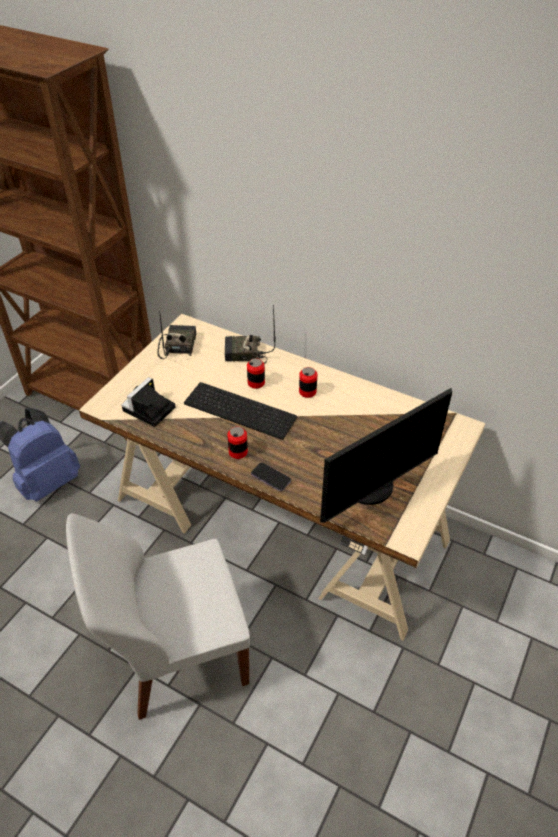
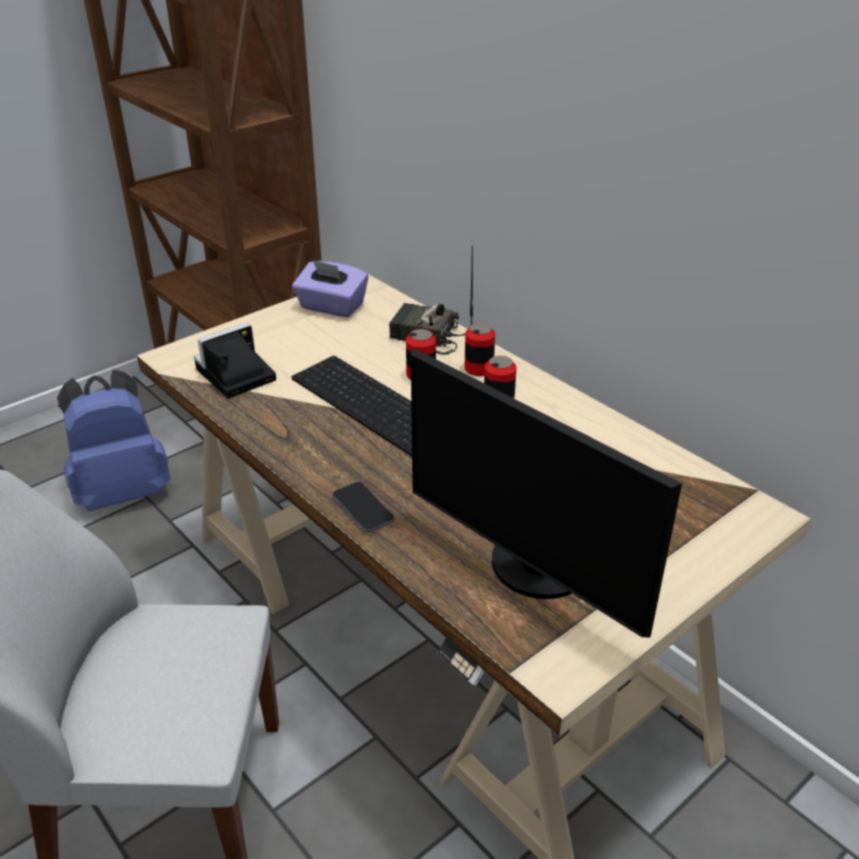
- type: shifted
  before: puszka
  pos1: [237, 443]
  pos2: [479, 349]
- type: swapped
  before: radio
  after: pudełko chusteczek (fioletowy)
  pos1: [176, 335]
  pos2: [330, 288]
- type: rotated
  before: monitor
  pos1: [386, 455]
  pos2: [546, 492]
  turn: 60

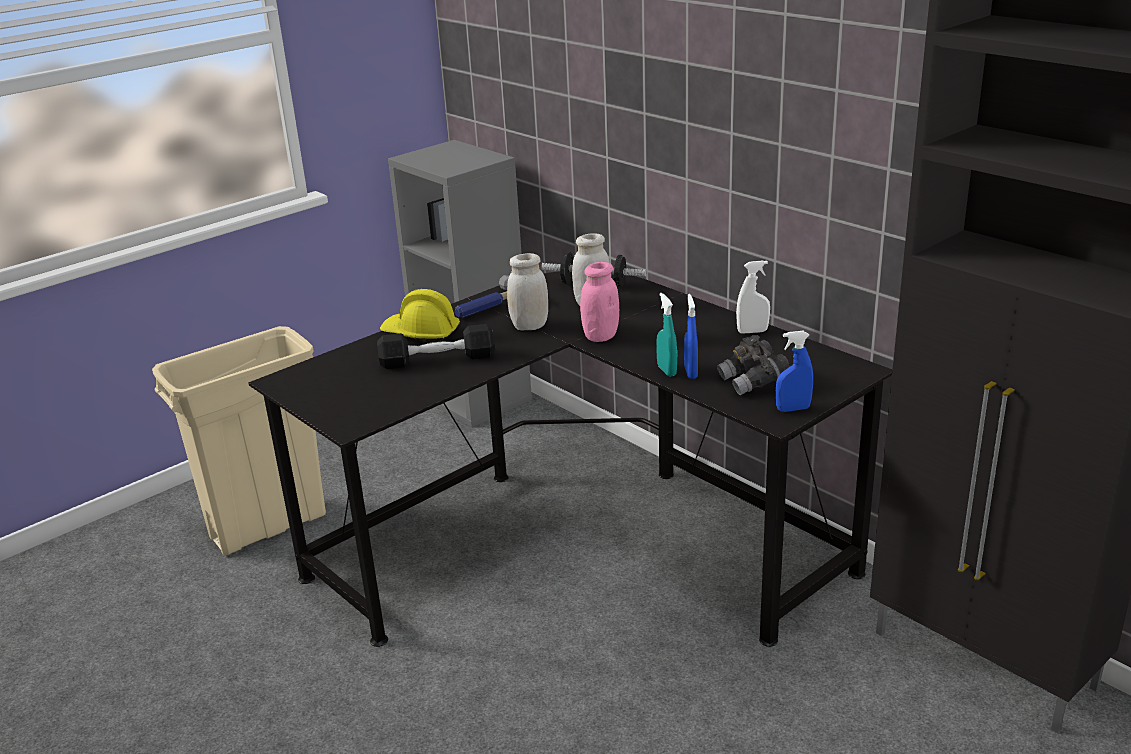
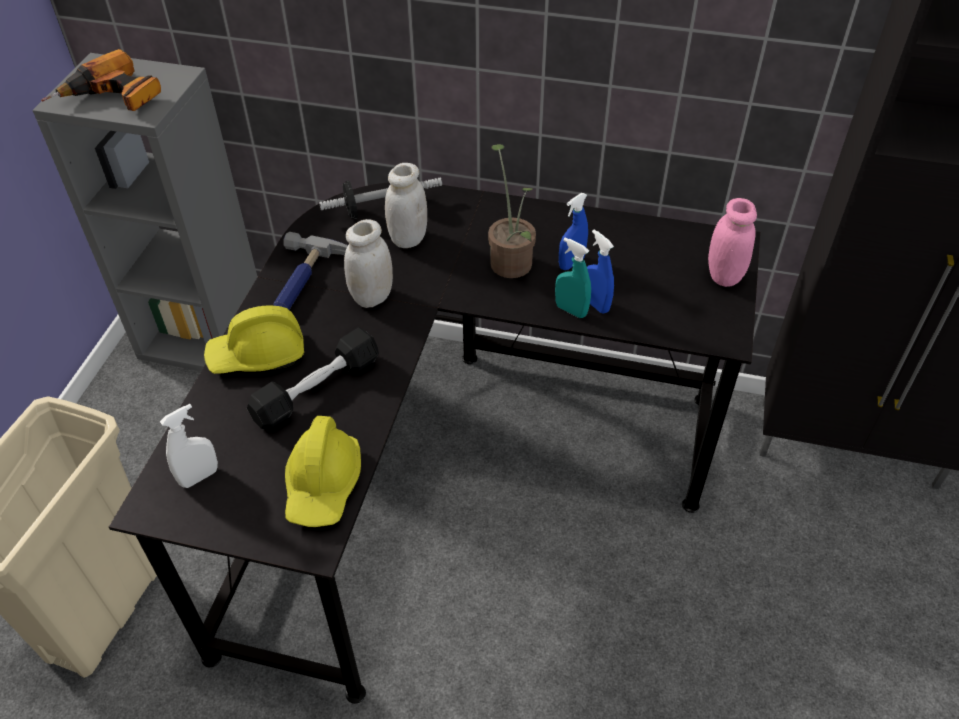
- type: gone
  before: lornetka (szary)
  pos1: [753, 365]
- type: new
  after: wiertarka
  pos2: [101, 80]
- type: new
  after: kask (żółty)
  pos2: [323, 471]
- type: new
  after: roślina doniczkowa
  pos2: [512, 211]
- type: shifted
  before: słoik (różowy)
  pos1: [599, 302]
  pos2: [732, 242]
- type: shifted
  before: spryskiwacz (biały)
  pos1: [753, 297]
  pos2: [189, 446]
- type: shifted
  before: spryskiwacz (niebieski)
  pos1: [794, 371]
  pos2: [573, 231]

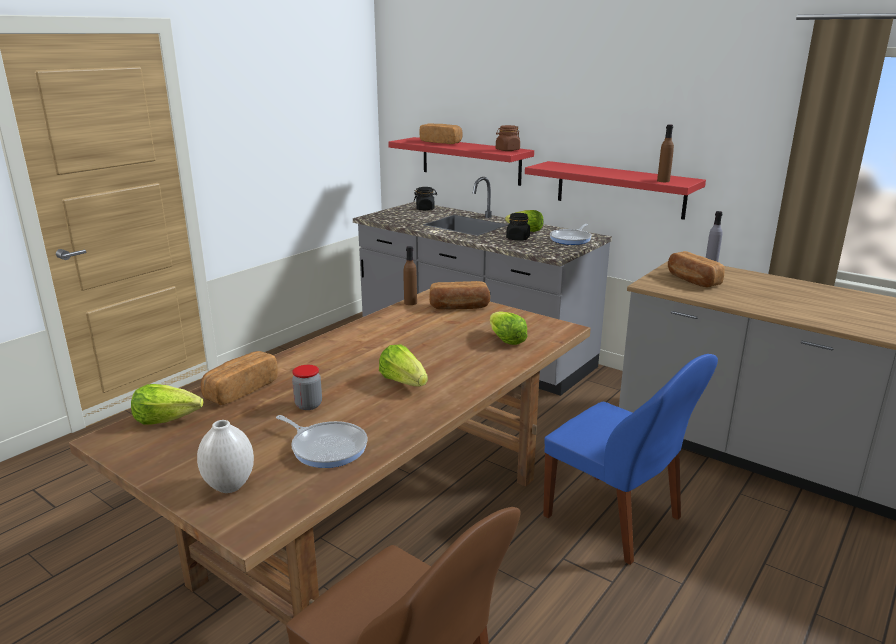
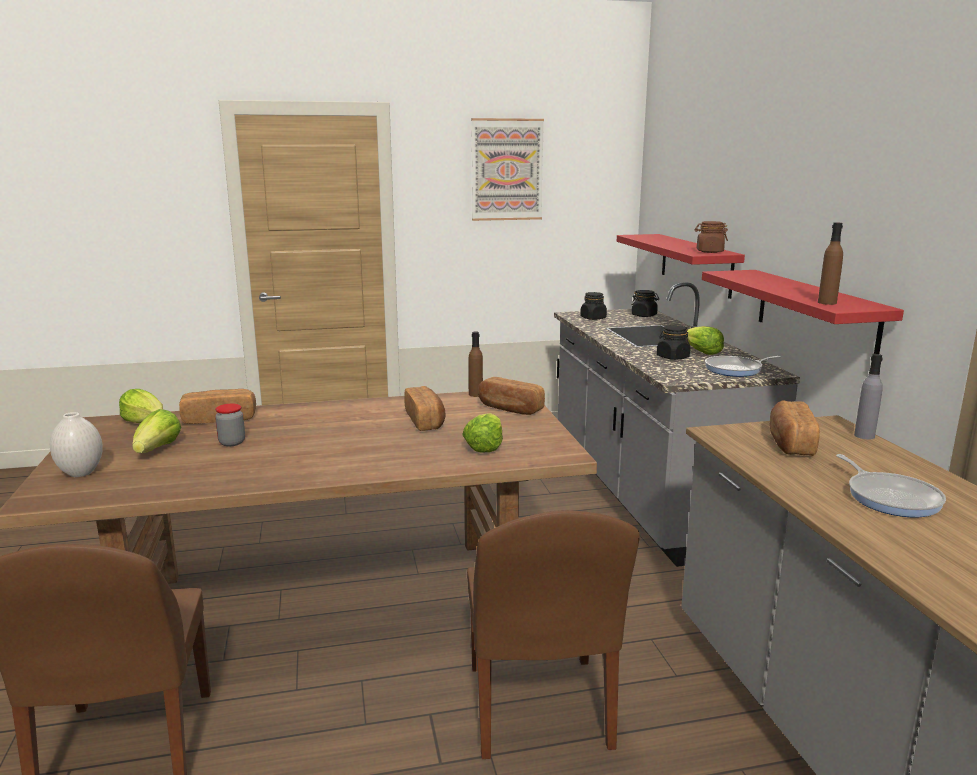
- type: new
  after: obraz
  pos2: [507, 169]
- type: new
  after: słoik (czarny)
  pos2: [593, 306]
- type: shifted
  before: patelnia
  pos1: [321, 441]
  pos2: [891, 486]
- type: shifted
  before: sałata
  pos1: [403, 365]
  pos2: [156, 431]
- type: shifted
  before: chleb
  pos1: [441, 133]
  pos2: [425, 408]
- type: repainted
  before: krzesło (niebieski)
  after: krzesło (brązowy)
  pos1: [630, 459]
  pos2: [553, 634]

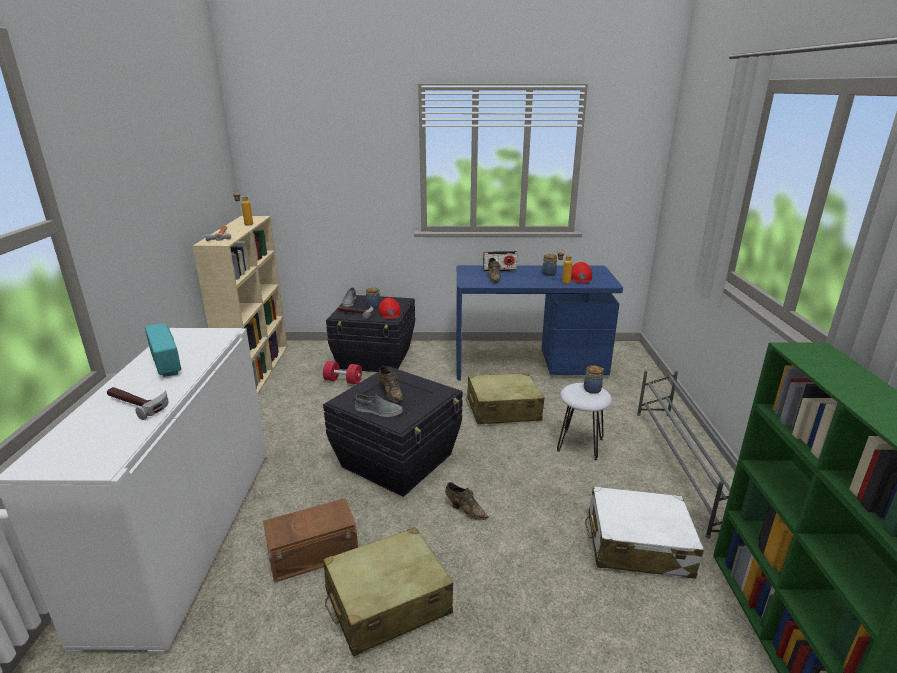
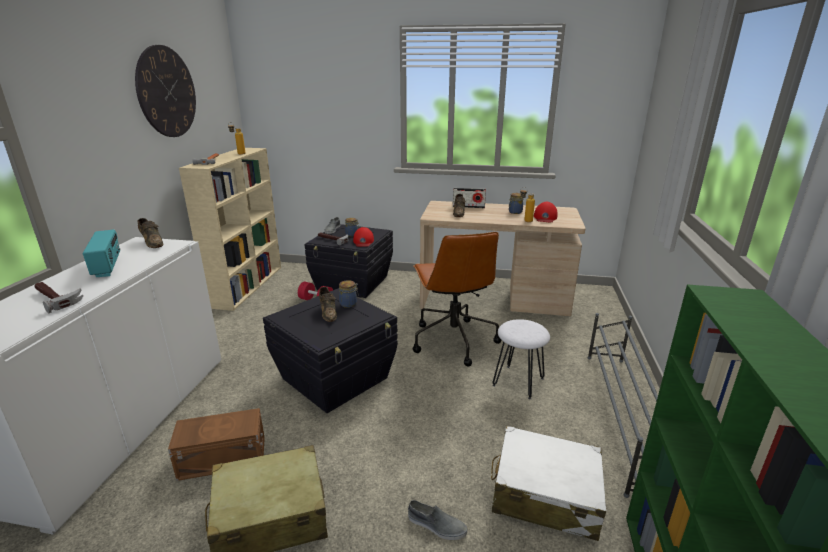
- type: new
  after: zegar ścienny
  pos2: [165, 91]
- type: shifted
  before: but (szary)
  pos1: [379, 405]
  pos2: [437, 520]
- type: shifted
  before: but (brązowy)
  pos1: [467, 501]
  pos2: [150, 233]
- type: shifted
  before: słoik
  pos1: [594, 379]
  pos2: [349, 294]
- type: swapped
  before: walizka (beżowy)
  after: krzesło biurowe (brązowy)
  pos1: [504, 399]
  pos2: [457, 299]
- type: repainted
  before: biurko (niebieski)
  after: biurko (beżowy)
  pos1: [539, 322]
  pos2: [503, 258]

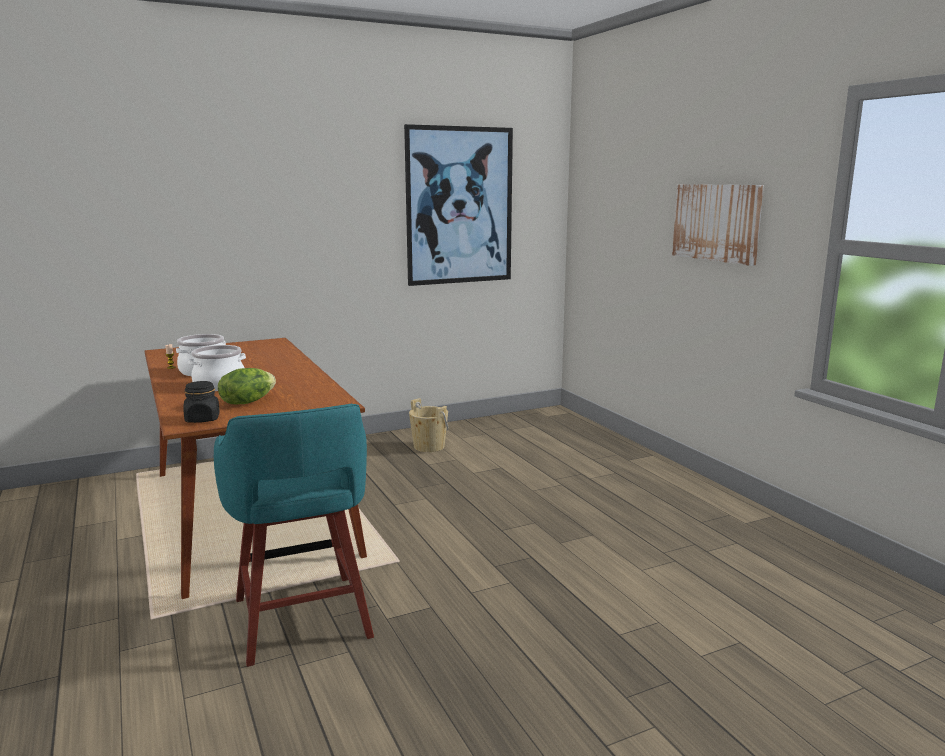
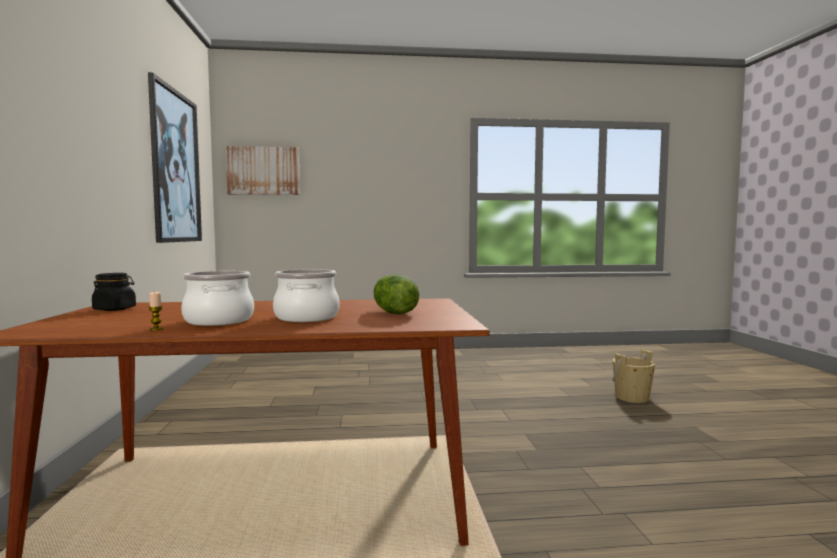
- type: gone
  before: stołek (turkusowy)
  pos1: [294, 535]
- type: shifted
  before: słoik (czarny)
  pos1: [201, 402]
  pos2: [114, 292]
- type: shifted
  before: wiadro (beżowy)
  pos1: [429, 425]
  pos2: [633, 376]
- type: shifted
  before: obraz
  pos1: [718, 225]
  pos2: [263, 170]

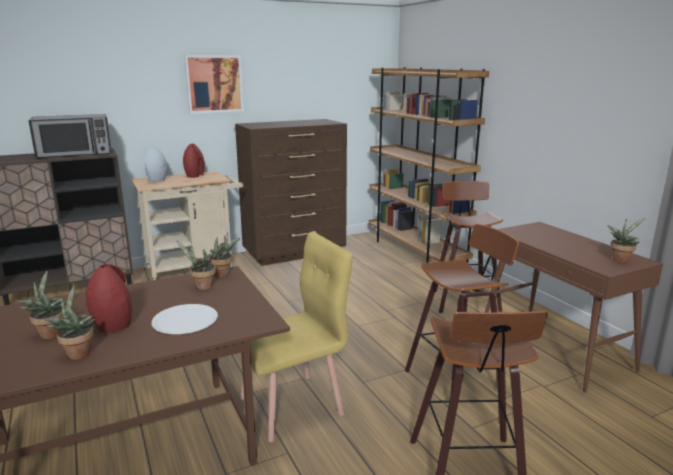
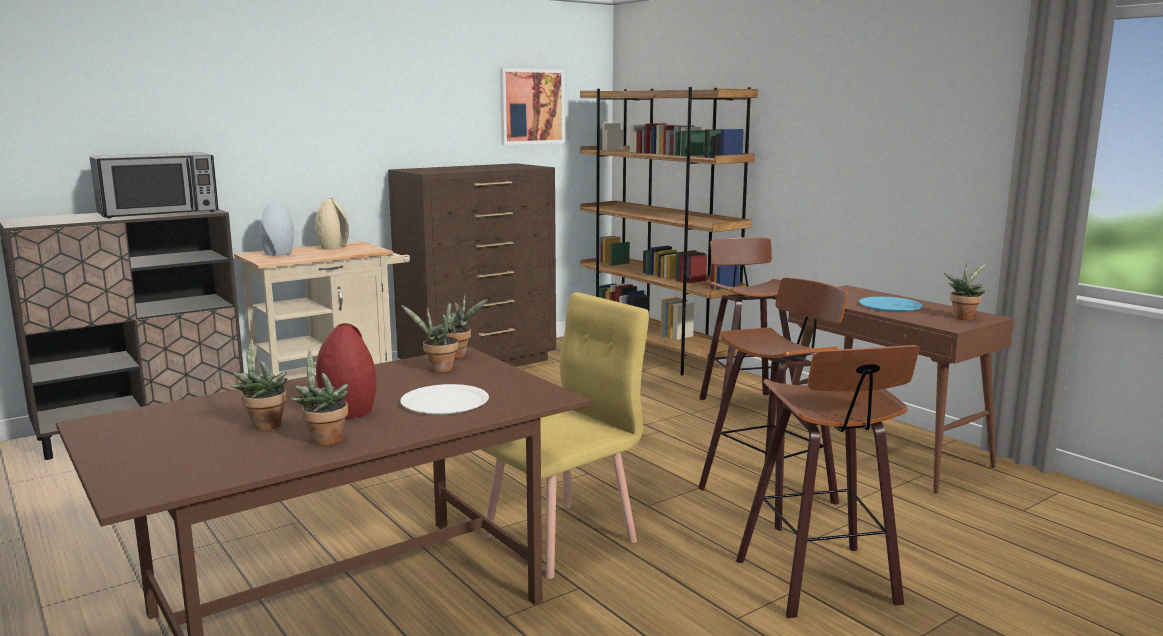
- type: new
  after: talerz (niebieski)
  pos2: [891, 304]
- type: shifted
  before: obraz
  pos1: [214, 84]
  pos2: [532, 106]
- type: repainted
  before: wazon (czerwony)
  after: wazon (beżowy)
  pos1: [194, 161]
  pos2: [332, 223]

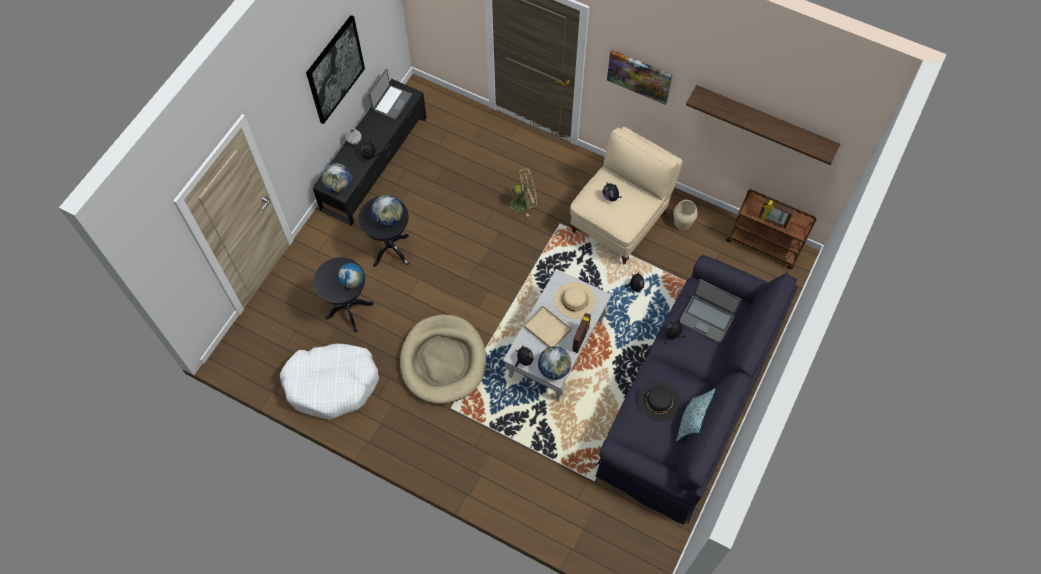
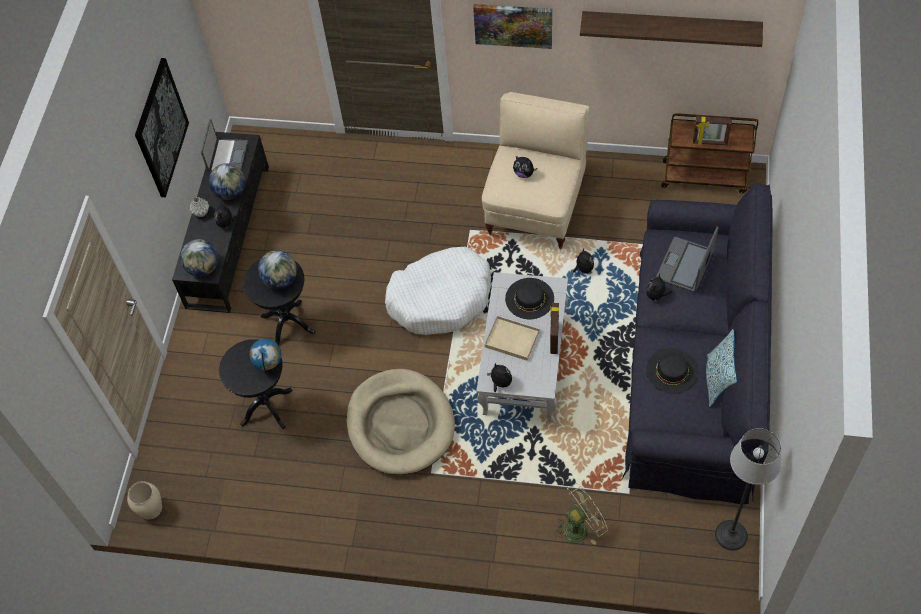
- type: new
  after: lampa stojąca
  pos2: [748, 489]
- type: shifted
  before: legowisko (biały)
  pos1: [329, 381]
  pos2: [438, 291]
- type: shifted
  before: wentylator (zielony)
  pos1: [520, 192]
  pos2: [581, 514]
- type: shifted
  before: globus
  pos1: [554, 363]
  pos2: [227, 181]
- type: shifted
  before: wazon (beżowy)
  pos1: [686, 215]
  pos2: [144, 500]
- type: repainted
  before: kapelusz (beżowy)
  after: kapelusz (czarny)
  pos1: [575, 300]
  pos2: [529, 298]
- type: rotated
  before: laptop
  pos1: [711, 311]
  pos2: [687, 259]
  turn: 105

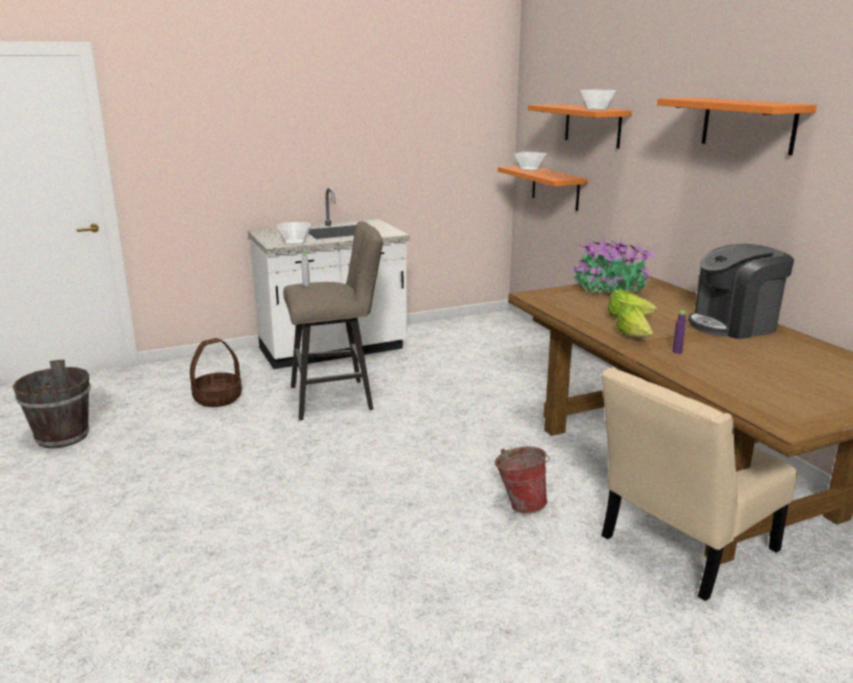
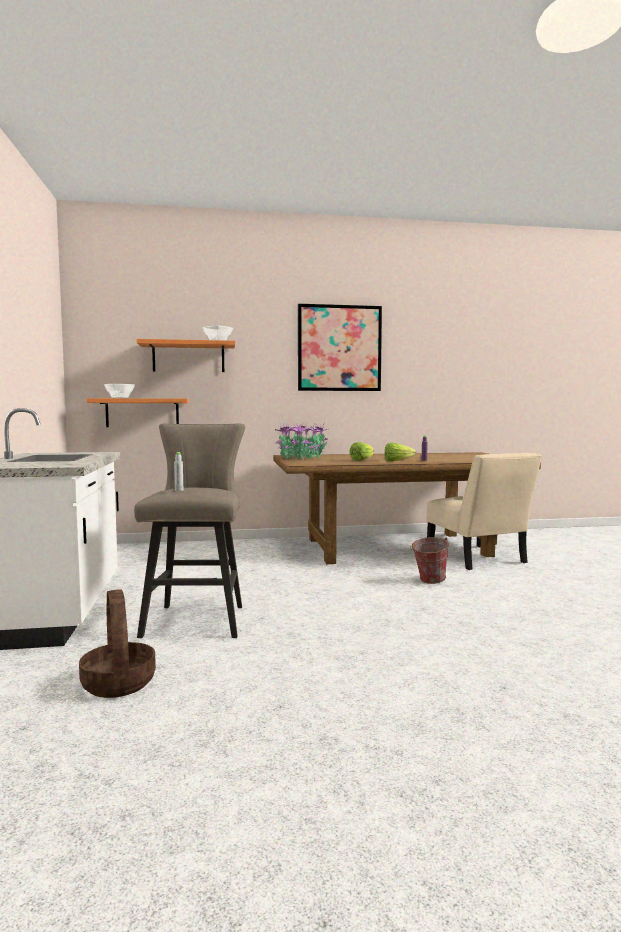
- type: gone
  before: wiadro (brązowy)
  pos1: [51, 404]
- type: gone
  before: miska
  pos1: [294, 233]
- type: gone
  before: ekspres do kawy
  pos1: [741, 291]
- type: swapped
  before: półka (pomarańczowy)
  after: obraz
  pos1: [737, 126]
  pos2: [340, 347]

